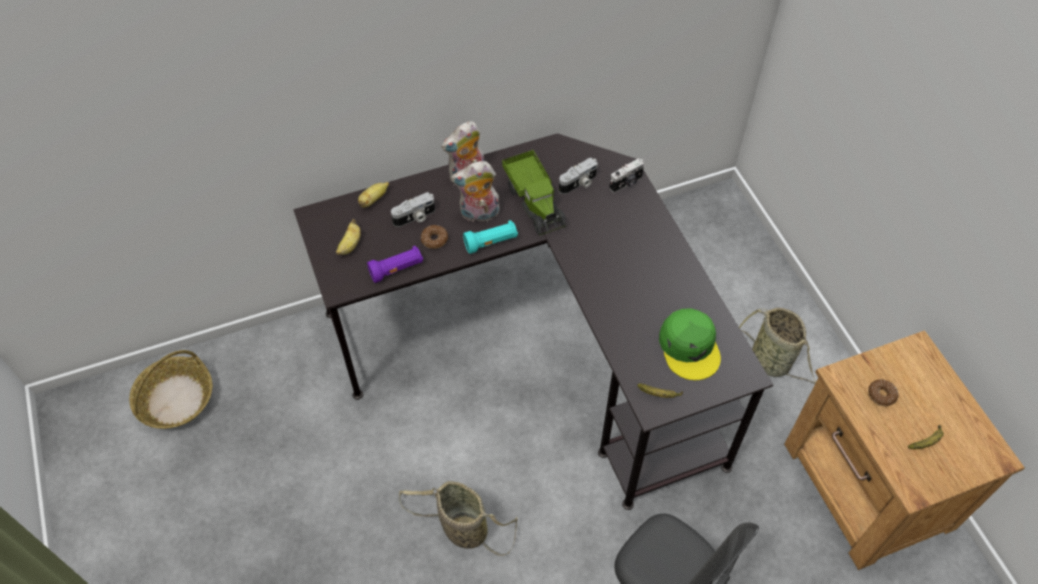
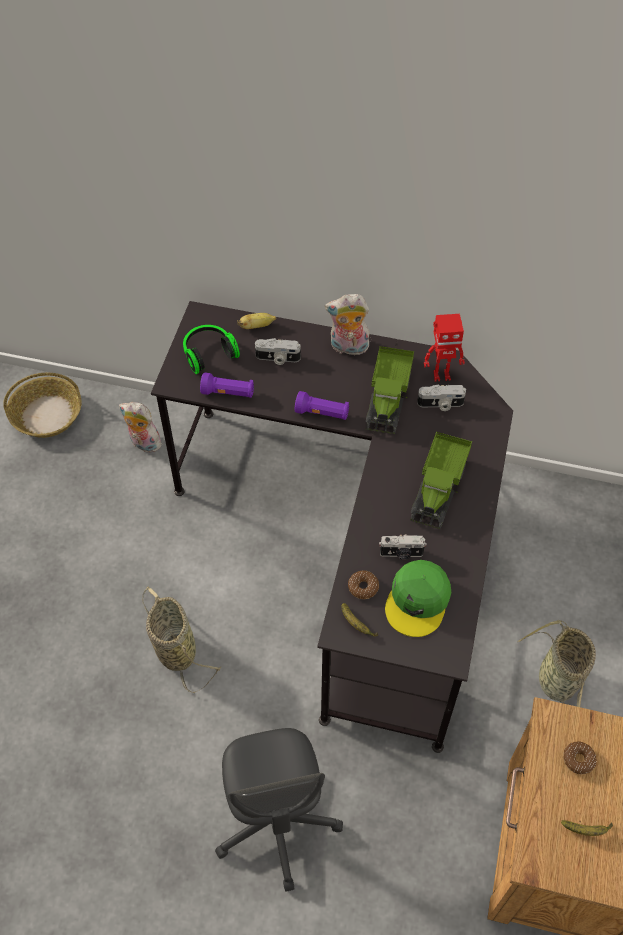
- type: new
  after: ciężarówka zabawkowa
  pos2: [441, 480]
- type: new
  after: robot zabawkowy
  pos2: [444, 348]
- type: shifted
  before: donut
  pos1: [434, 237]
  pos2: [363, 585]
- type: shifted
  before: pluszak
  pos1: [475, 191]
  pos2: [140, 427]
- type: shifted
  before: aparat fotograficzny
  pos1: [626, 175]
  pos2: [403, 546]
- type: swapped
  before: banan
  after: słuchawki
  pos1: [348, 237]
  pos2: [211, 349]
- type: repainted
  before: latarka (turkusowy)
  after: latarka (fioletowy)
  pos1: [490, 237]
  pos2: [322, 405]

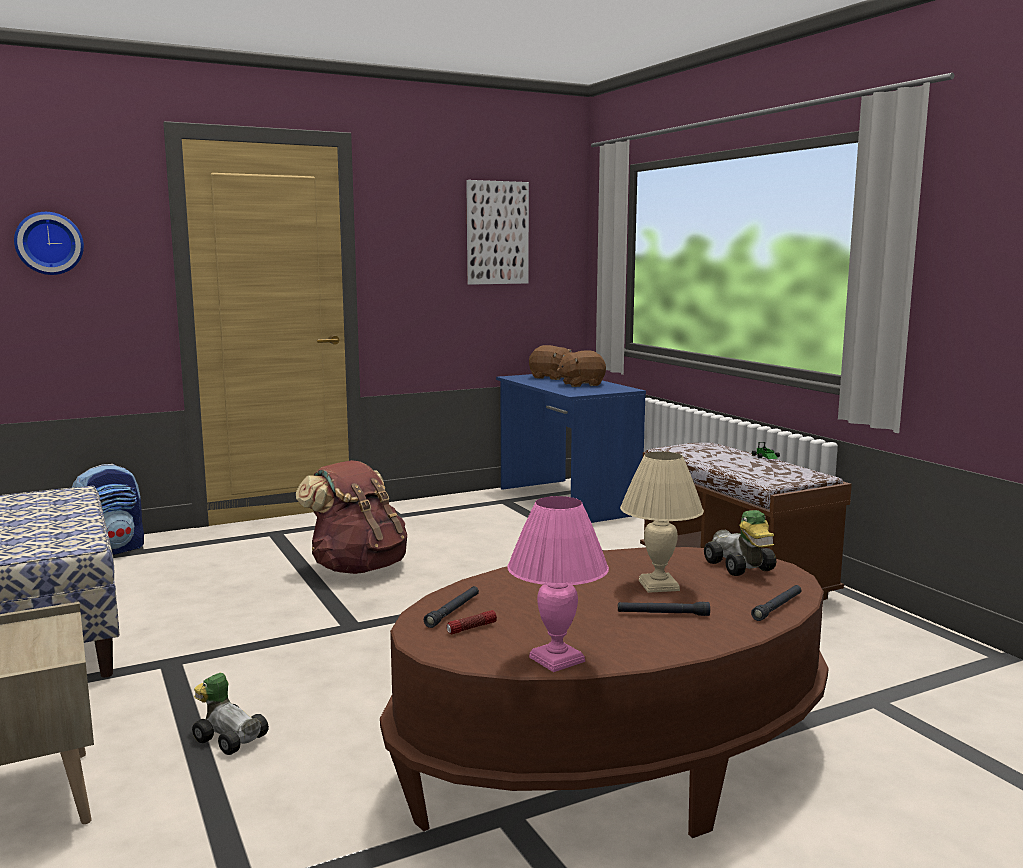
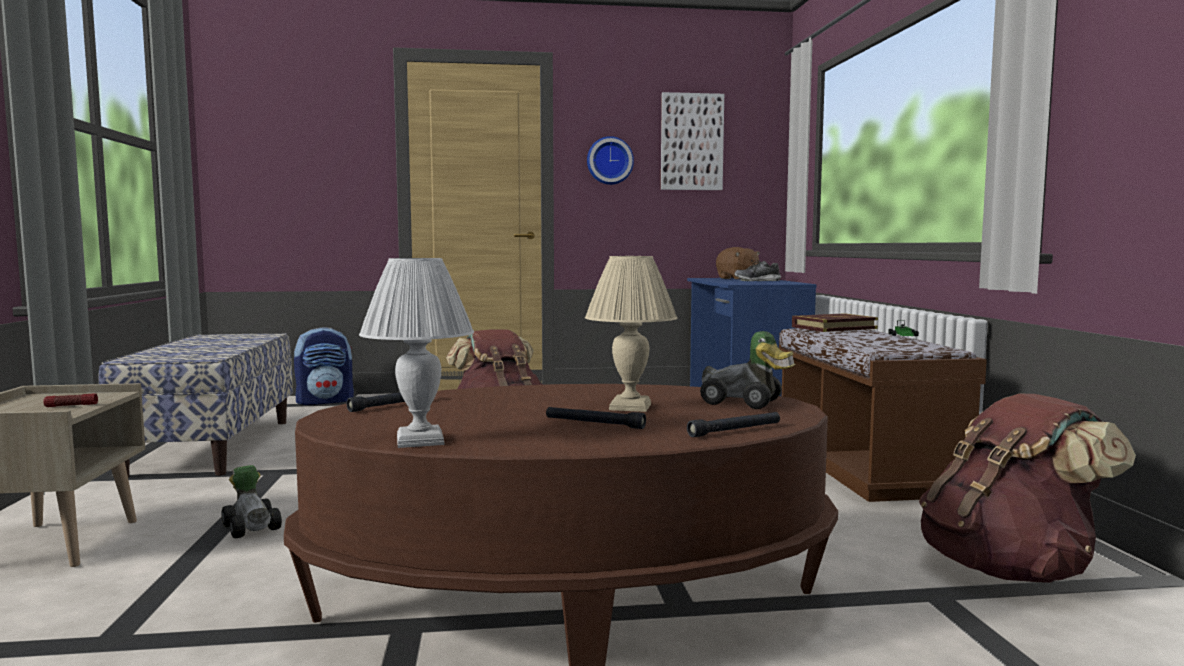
- type: new
  after: książka
  pos2: [835, 322]
- type: new
  after: plecak (brązowy)
  pos2: [1027, 488]
- type: shifted
  before: zegar ścienny
  pos1: [49, 243]
  pos2: [610, 160]
- type: shifted
  before: latarka
  pos1: [472, 622]
  pos2: [70, 400]
- type: swapped
  before: pluszak (brązowy)
  after: but
  pos1: [581, 368]
  pos2: [757, 271]
- type: repainted
  before: lampa stołowa (różowy)
  after: lampa stołowa (biały)
  pos1: [558, 584]
  pos2: [416, 353]
- type: rotated
  before: samochodzik
  pos1: [740, 543]
  pos2: [747, 370]
  turn: -60

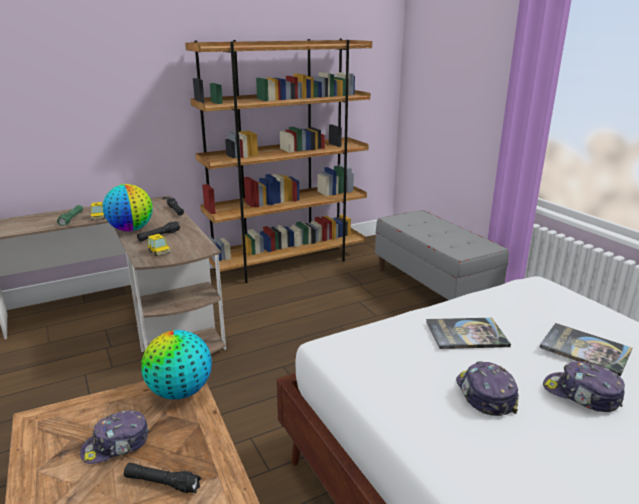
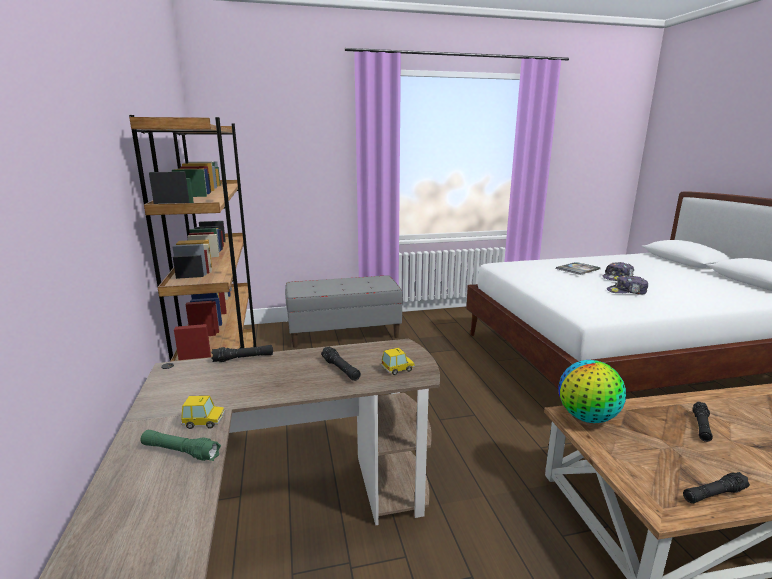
- type: gone
  before: czapka z daszkiem
  pos1: [115, 437]
- type: gone
  before: globus
  pos1: [128, 207]
- type: gone
  before: książka
  pos1: [468, 333]
- type: new
  after: latarka (czarny)
  pos2: [716, 487]

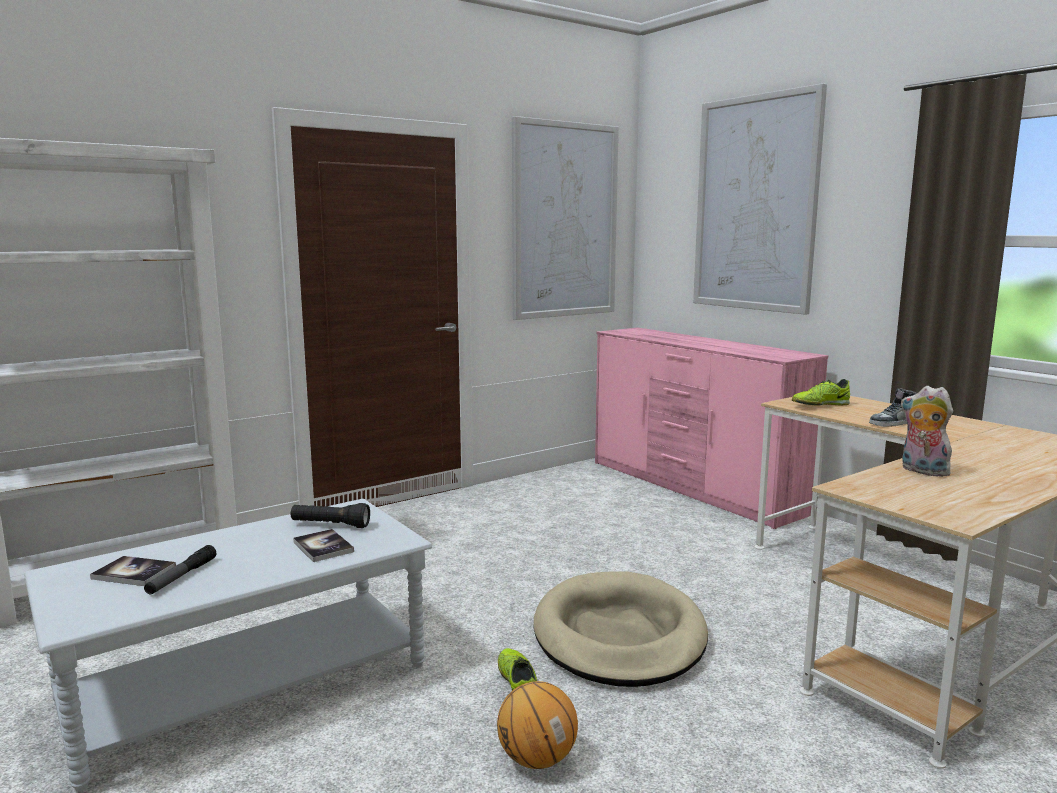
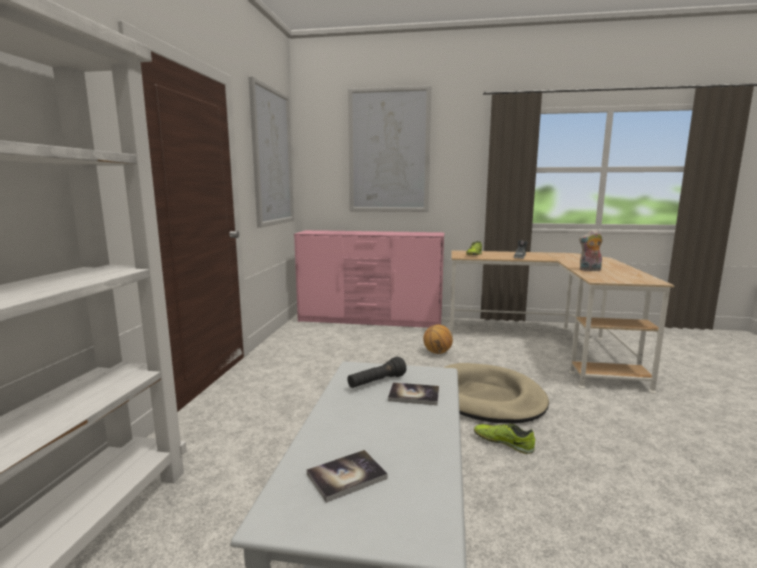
- type: gone
  before: latarka
  pos1: [180, 569]
- type: shifted
  before: piłka do koszykówki
  pos1: [537, 725]
  pos2: [438, 339]

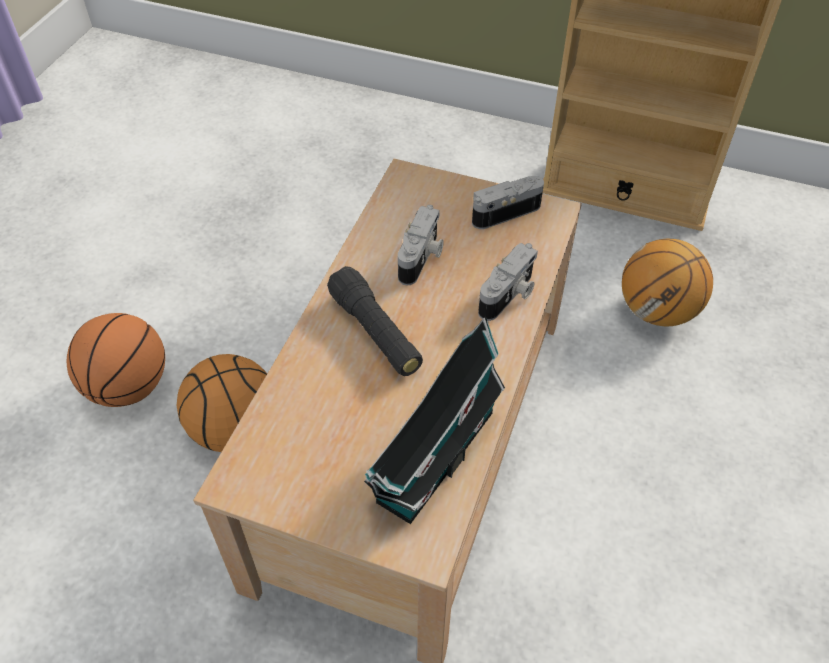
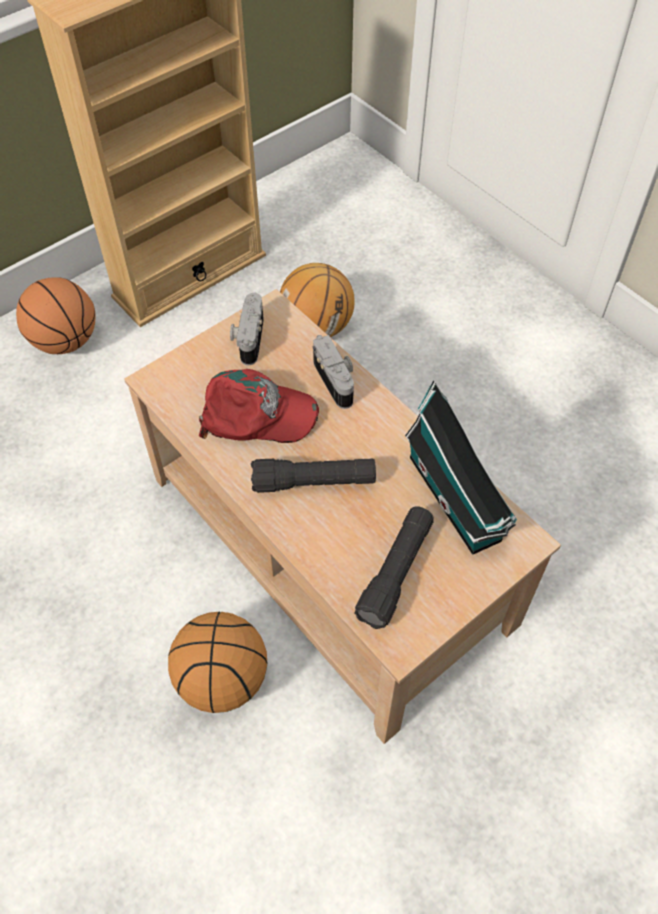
- type: new
  after: latarka (czarny)
  pos2: [394, 567]
- type: shifted
  before: piłka do koszykówki
  pos1: [116, 360]
  pos2: [55, 315]
- type: swapped
  before: aparat fotograficzny
  after: czapka z daszkiem (czerwony)
  pos1: [421, 245]
  pos2: [259, 406]

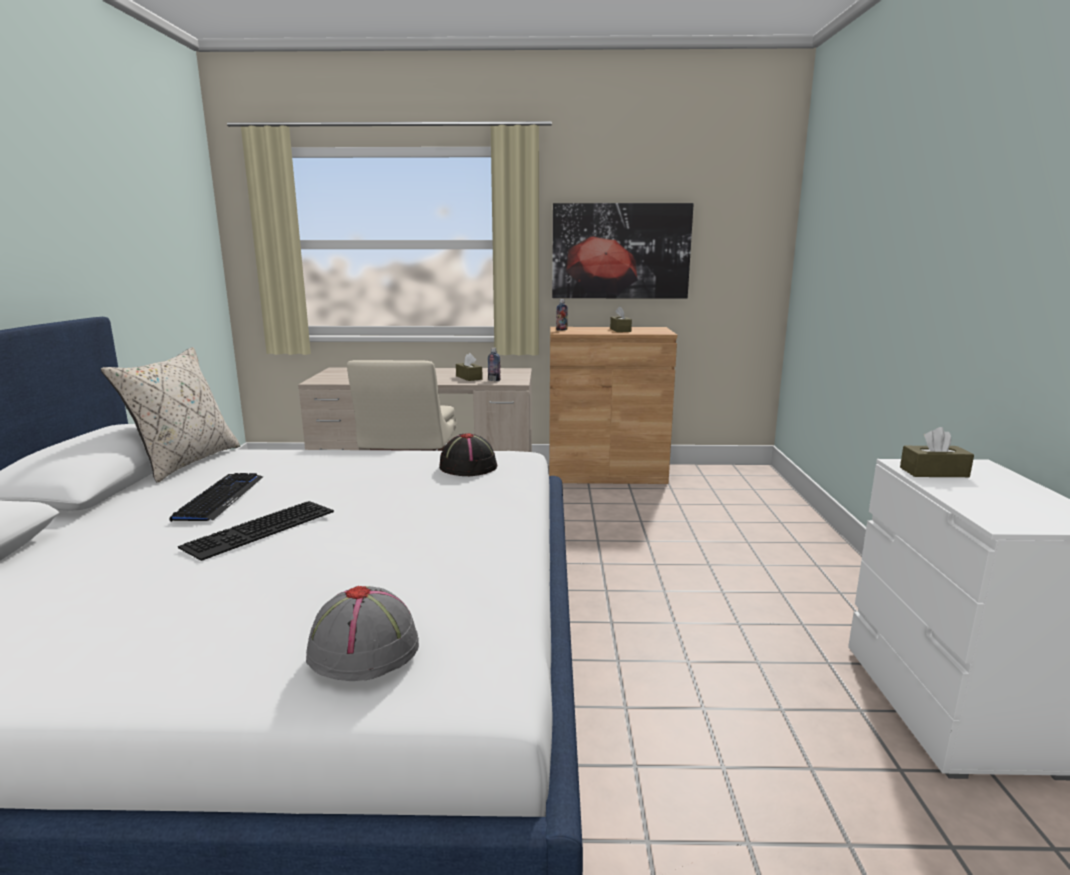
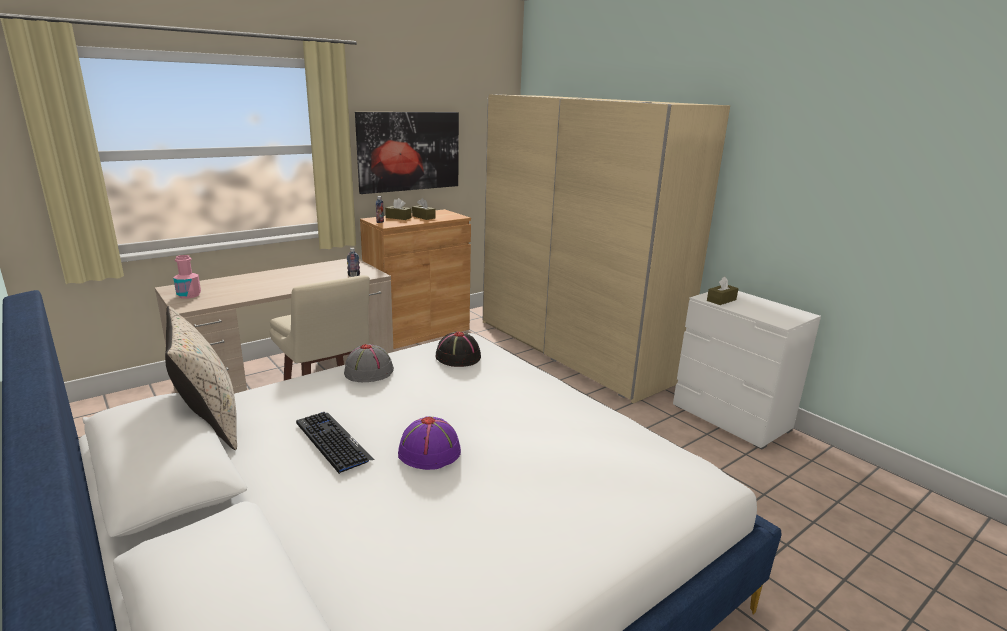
- type: new
  after: butelka (różowy)
  pos2: [187, 277]
- type: new
  after: szafa (beżowy)
  pos2: [606, 248]
- type: shifted
  before: kapelusz (szary)
  pos1: [362, 633]
  pos2: [369, 363]
- type: shifted
  before: pudełko chusteczek (brązowy)
  pos1: [469, 367]
  pos2: [398, 209]
- type: swapped
  before: klawiatura
  after: kapelusz (fioletowy)
  pos1: [256, 531]
  pos2: [429, 443]

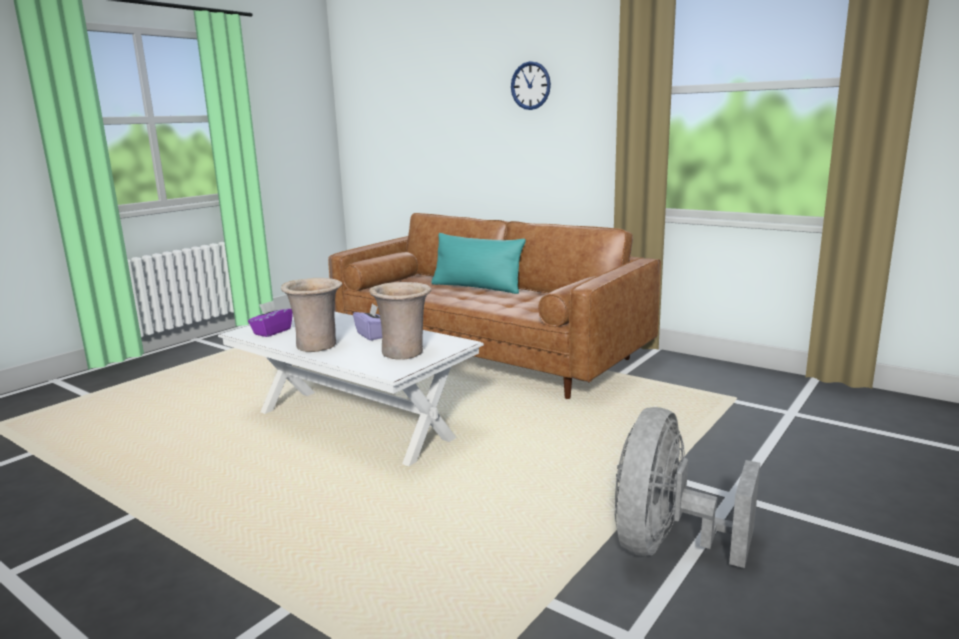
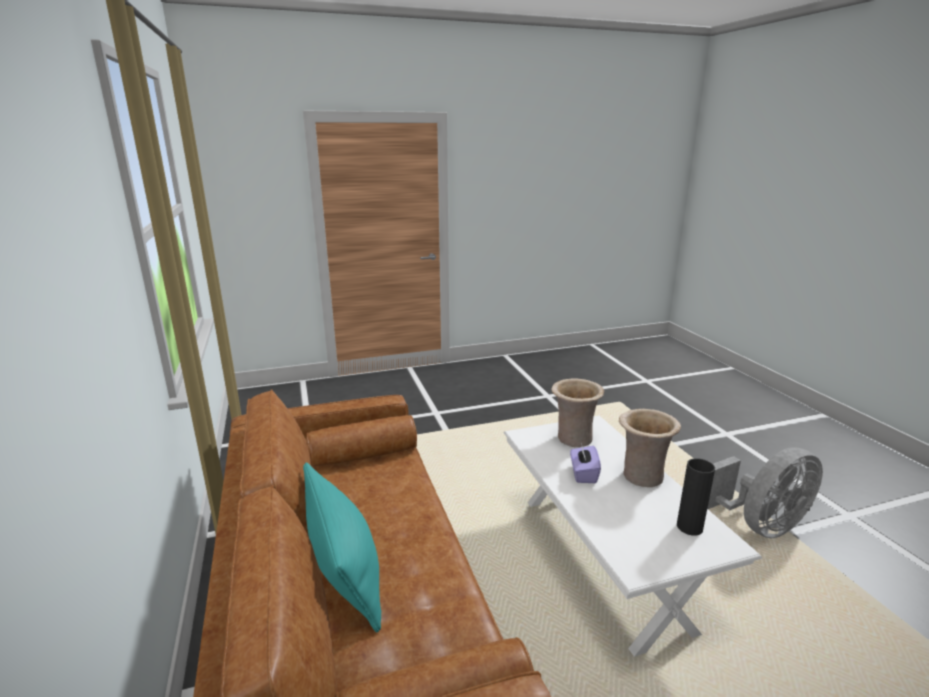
- type: gone
  before: zegar ścienny
  pos1: [531, 85]
- type: shifted
  before: wentylator (szary)
  pos1: [687, 487]
  pos2: [765, 492]
- type: swapped
  before: pudełko chusteczek (fioletowy)
  after: wazon (czarny)
  pos1: [270, 319]
  pos2: [696, 497]

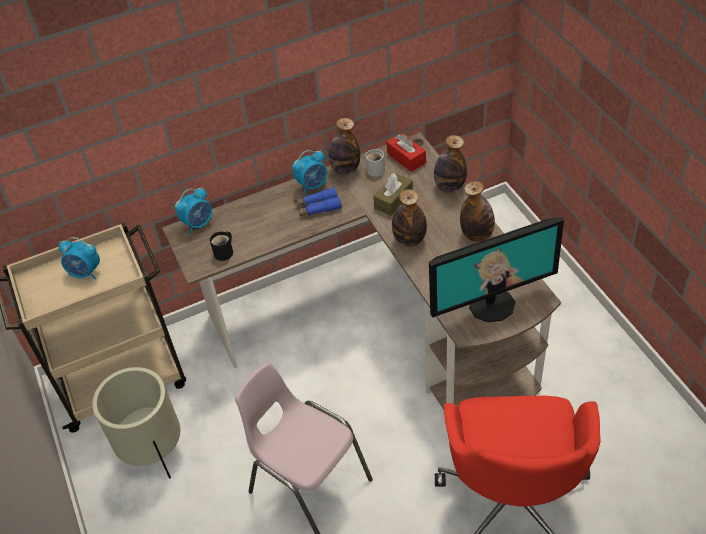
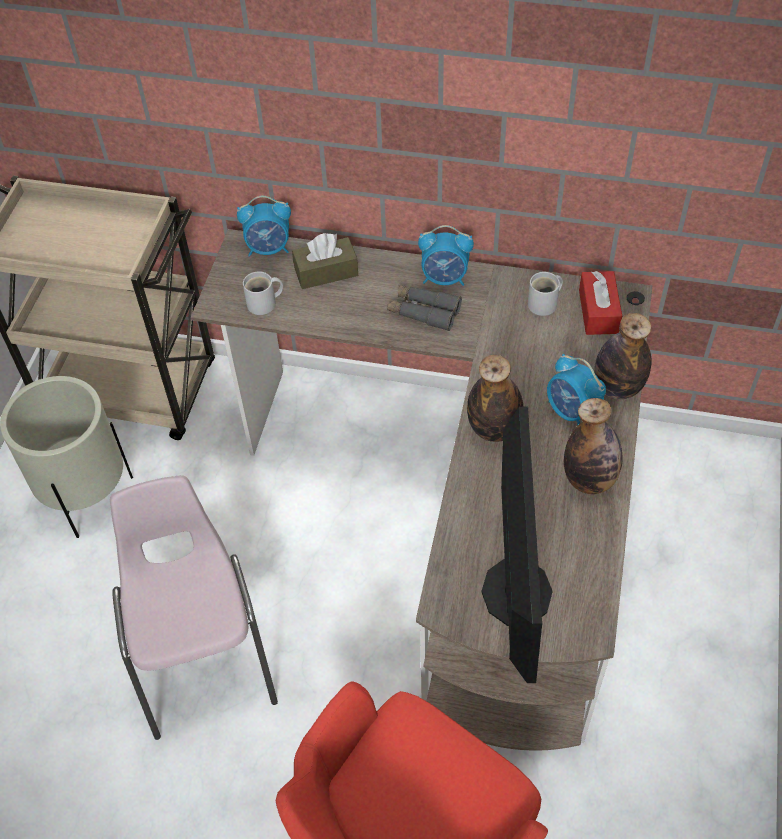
- type: gone
  before: butelka
  pos1: [344, 146]
- type: shifted
  before: budzik
  pos1: [79, 258]
  pos2: [576, 389]
- type: shifted
  before: pudełko chusteczek (brązowy)
  pos1: [393, 194]
  pos2: [325, 261]
- type: repainted
  before: kubek (czarny)
  after: kubek (biały)
  pos1: [221, 246]
  pos2: [263, 293]
- type: repainted
  before: lornetka (niebieski)
  after: lornetka (szary)
  pos1: [318, 201]
  pos2: [424, 308]
- type: rotated
  before: monitor
  pos1: [496, 269]
  pos2: [517, 544]
  turn: -105

